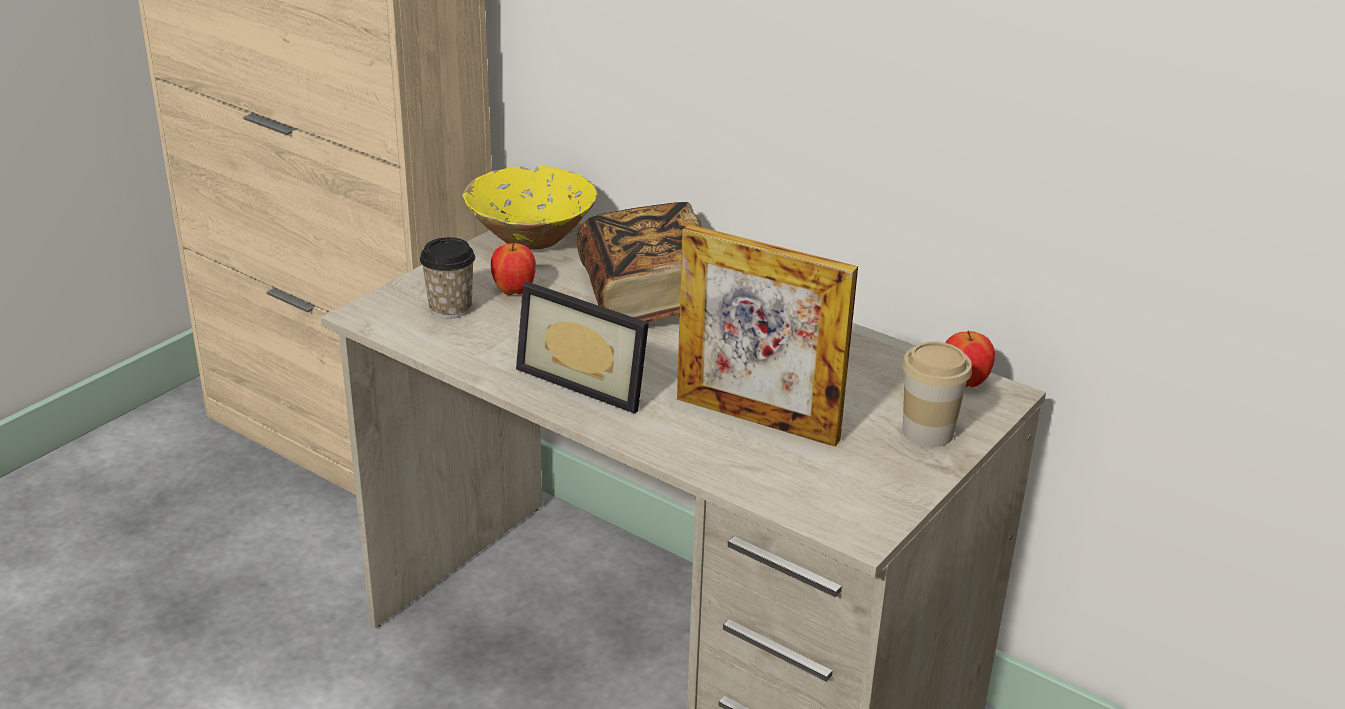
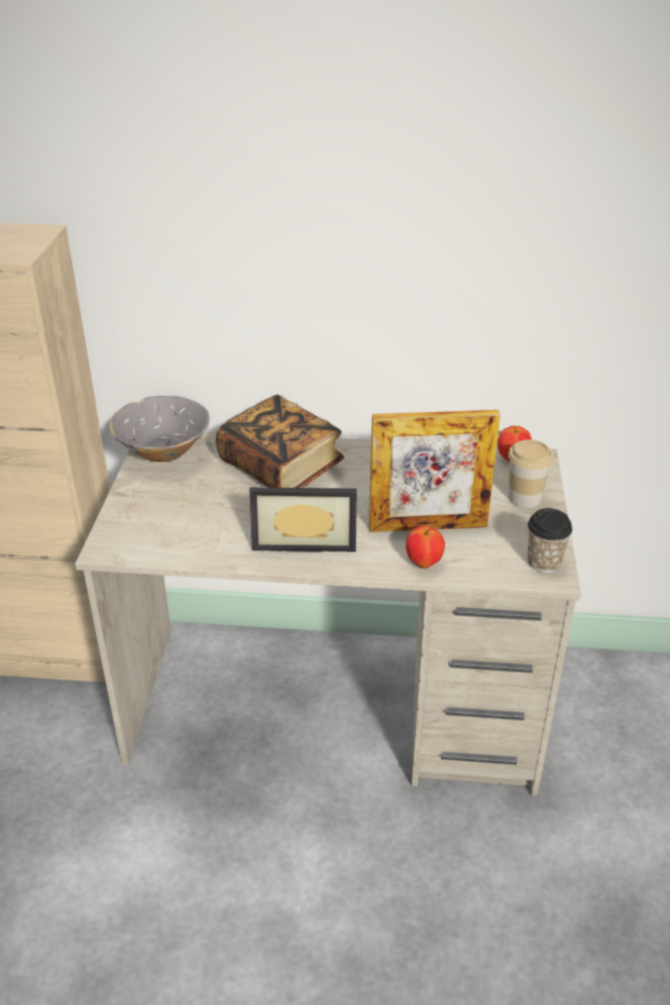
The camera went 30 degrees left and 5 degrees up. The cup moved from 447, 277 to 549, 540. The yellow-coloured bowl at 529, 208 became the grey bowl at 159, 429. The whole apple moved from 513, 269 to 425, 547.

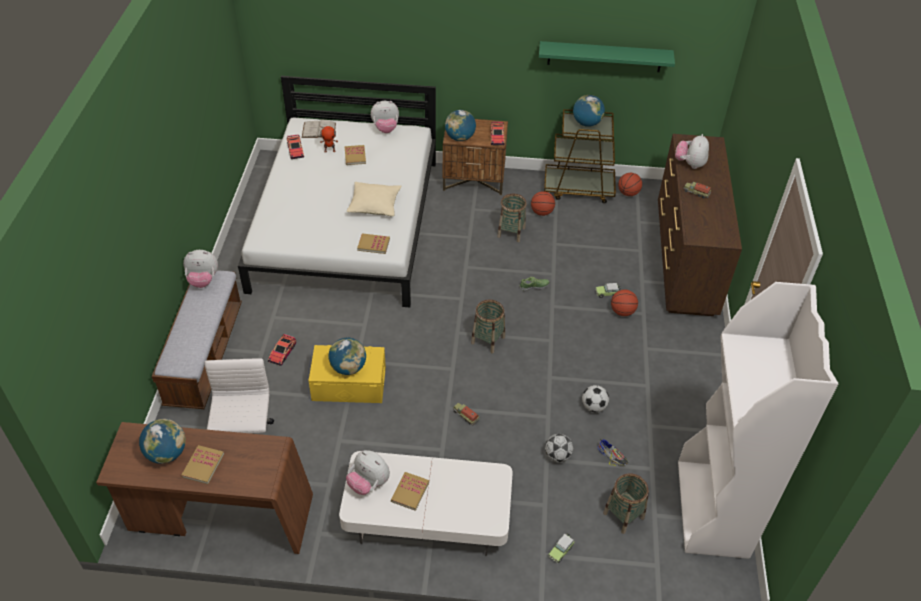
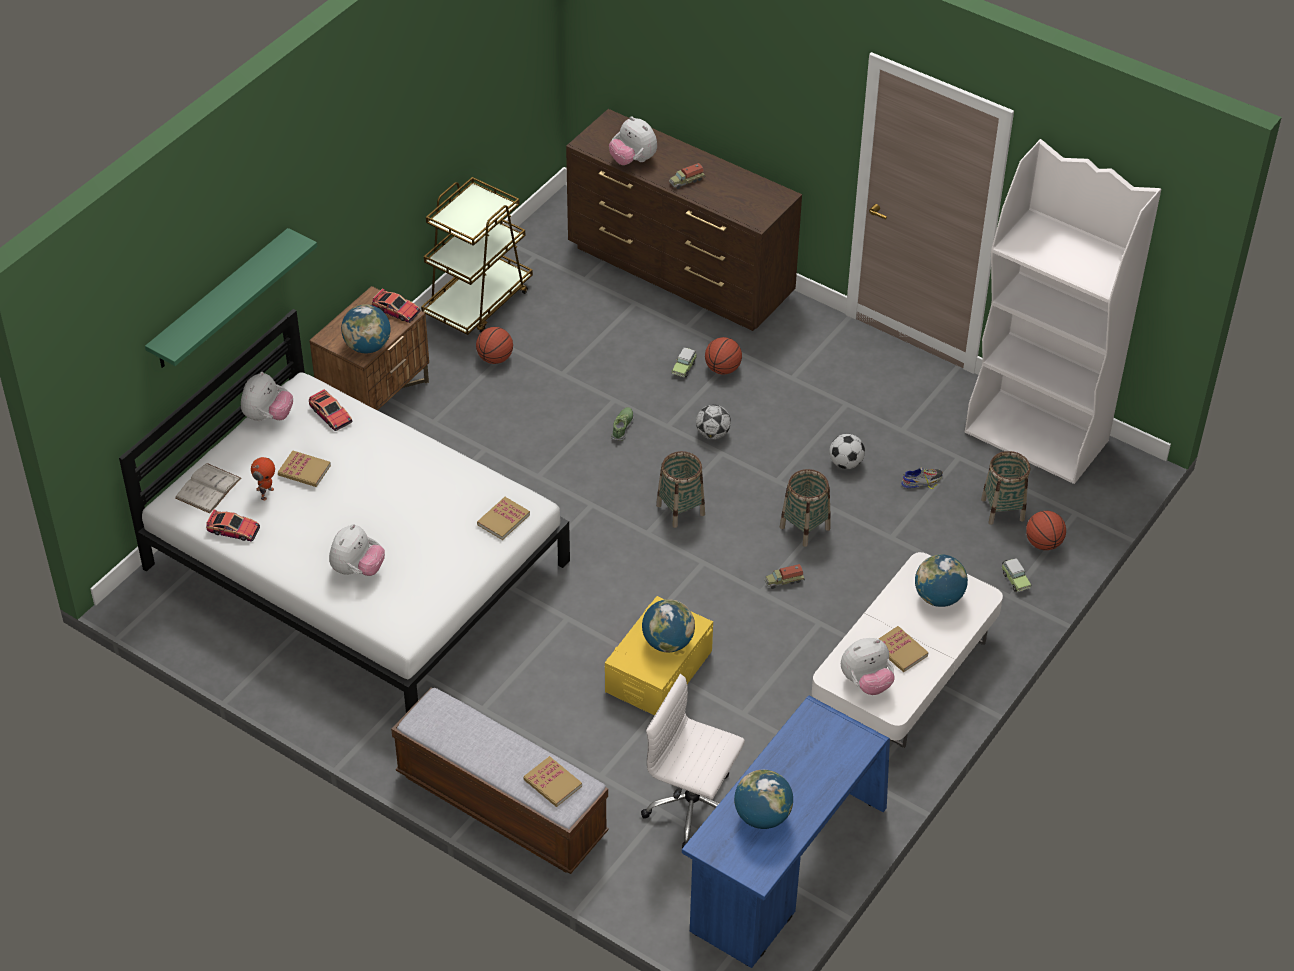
The camera went 60 degrees left and 0 degrees up. The brown desk unit at 204, 488 became the blue desk unit at 786, 832. The book moved from 202, 464 to 552, 781. The cuddly toy moved from 200, 269 to 357, 550. The miniature car moved from 282, 350 to 331, 410. The beige-coloured pillow at 374, 199 disappeared. The household basket moved from 512, 218 to 805, 508. The green bracket shelf moved from 607, 56 to 231, 298. The football ball moved from 559, 448 to 713, 422. The world globe moved from 589, 111 to 941, 580. The ball for basketball moved from 630, 184 to 1046, 530.

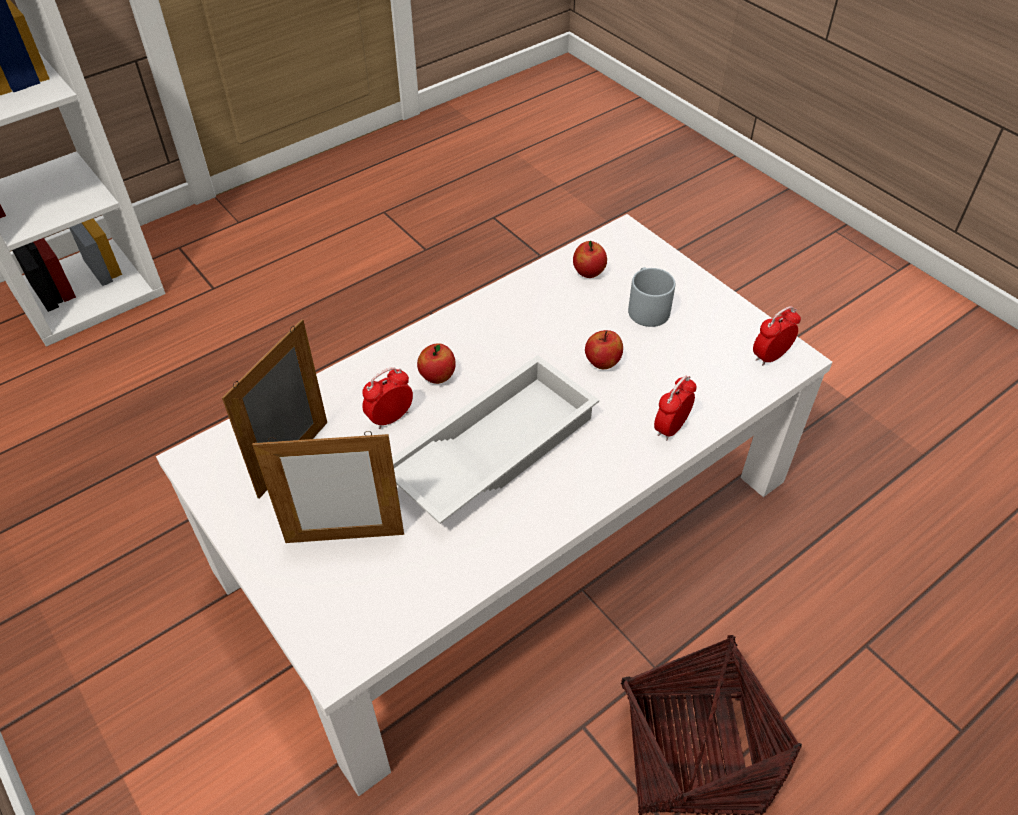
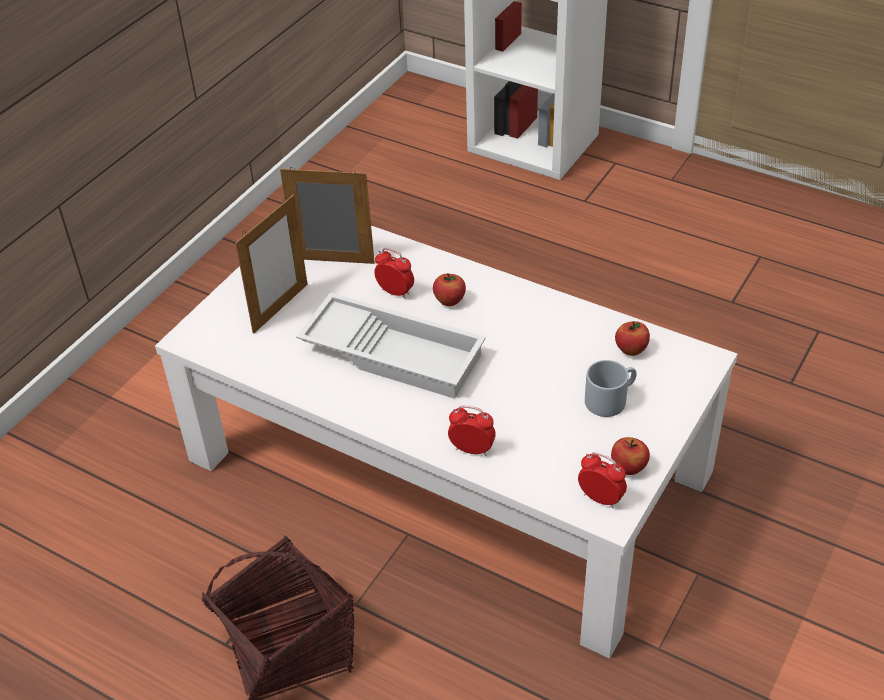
The camera went 70 degrees right and 5 degrees down. The photo frame at 328, 487 turned 120 degrees counterclockwise. The whole apple moved from 604, 349 to 630, 456.

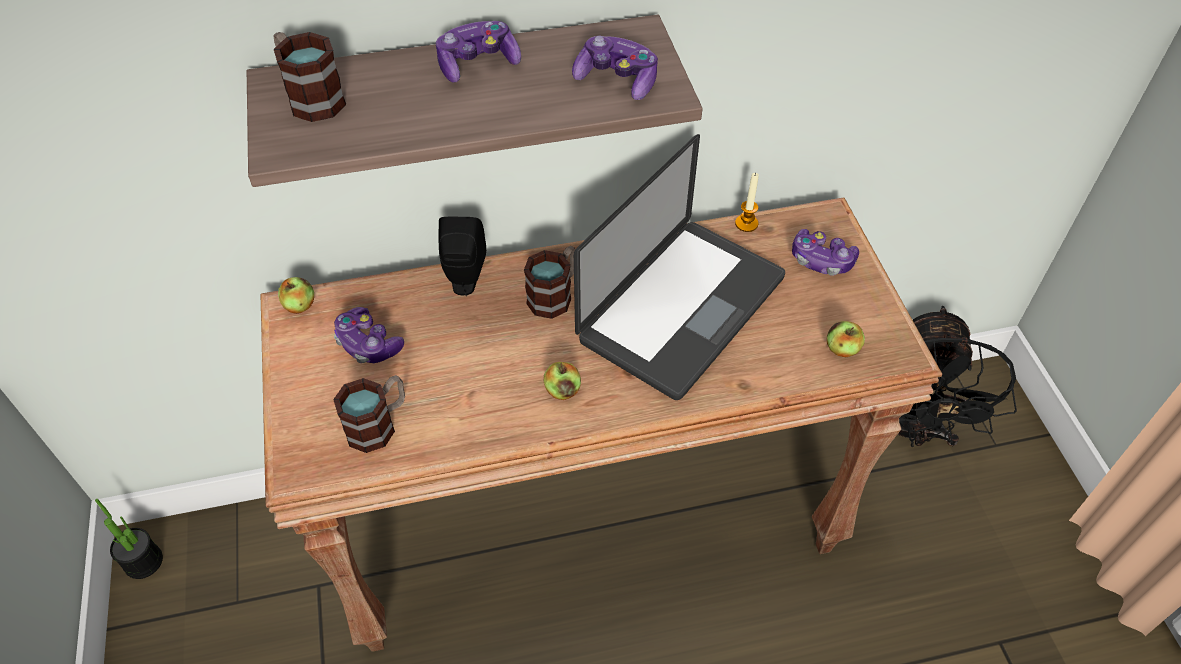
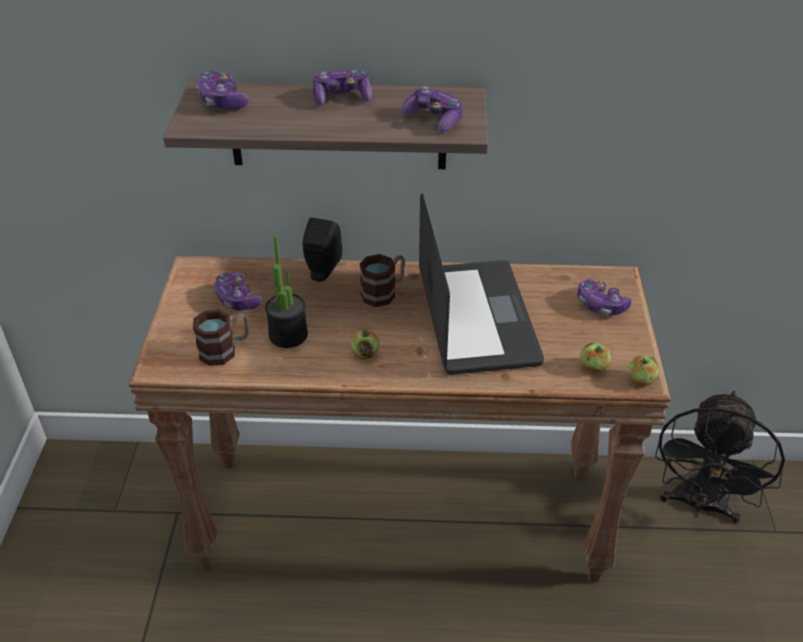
The camera went 15 degrees right and 10 degrees down. The plant in a pot moved from 129, 539 to 286, 291. The coffee mug at 309, 77 was replaced by the joypad at 222, 90. The whole apple moved from 296, 295 to 643, 370. The notebook computer at 679, 267 turned 60 degrees counterclockwise. The wax candle at 747, 202 disappeared.

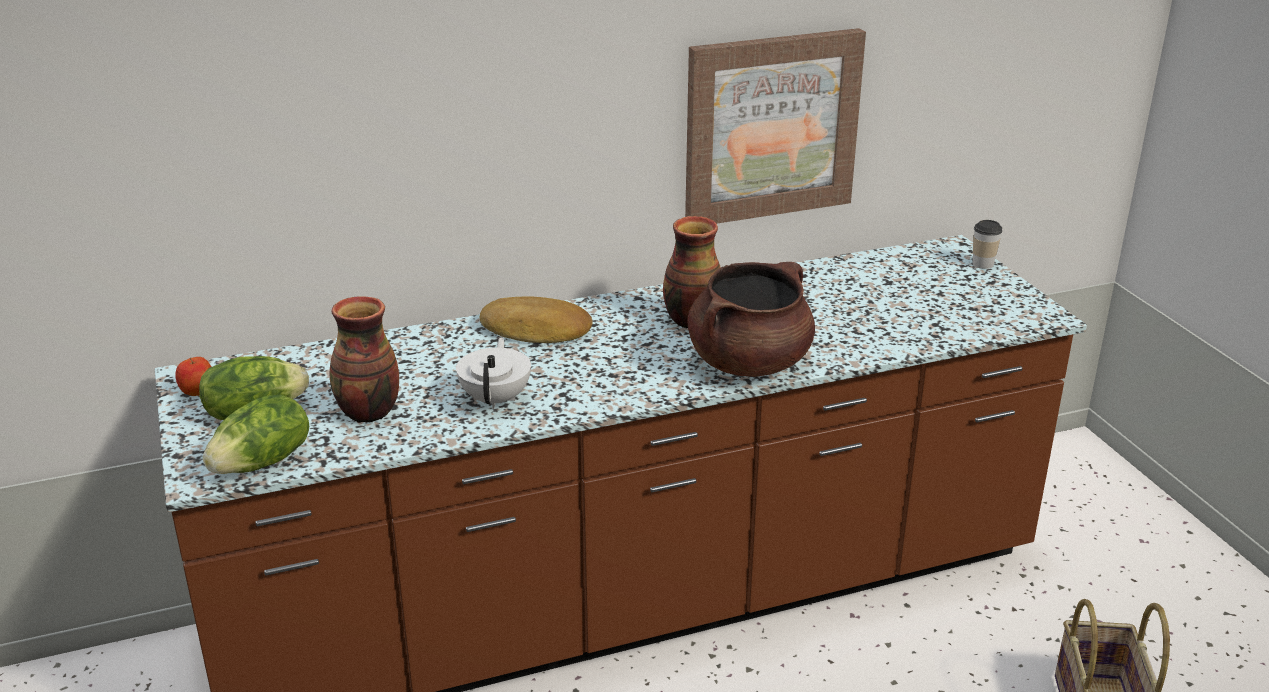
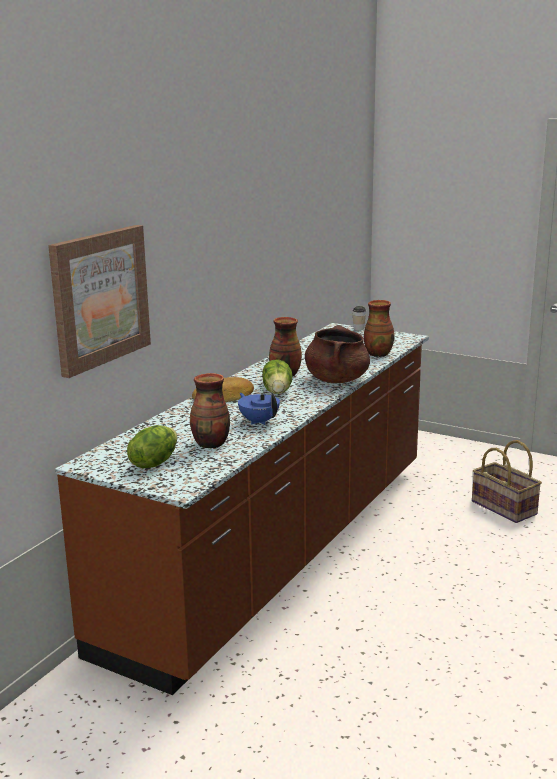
The camera went 40 degrees left and 10 degrees down. The whole apple at 193, 376 disappeared. The lettuce moved from 256, 434 to 277, 376. The white-coloured tea pot at 493, 373 became the blue tea pot at 259, 409. The wall art moved from 775, 126 to 99, 301. The vase at 379, 328 appeared.

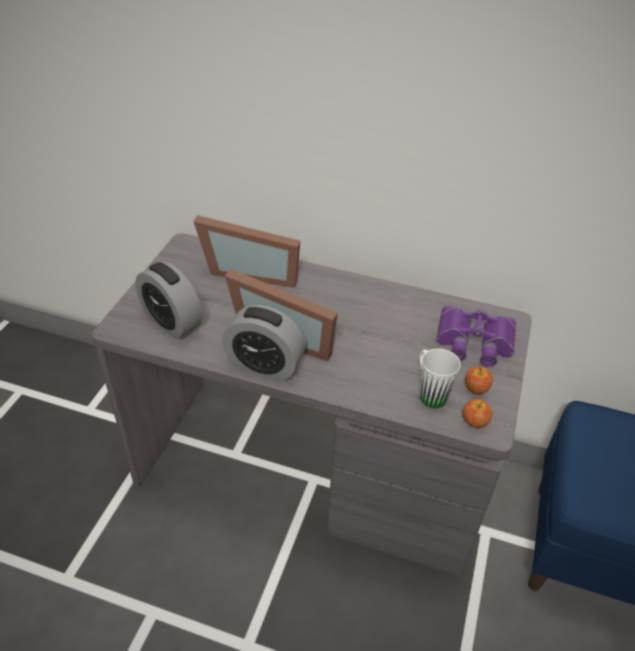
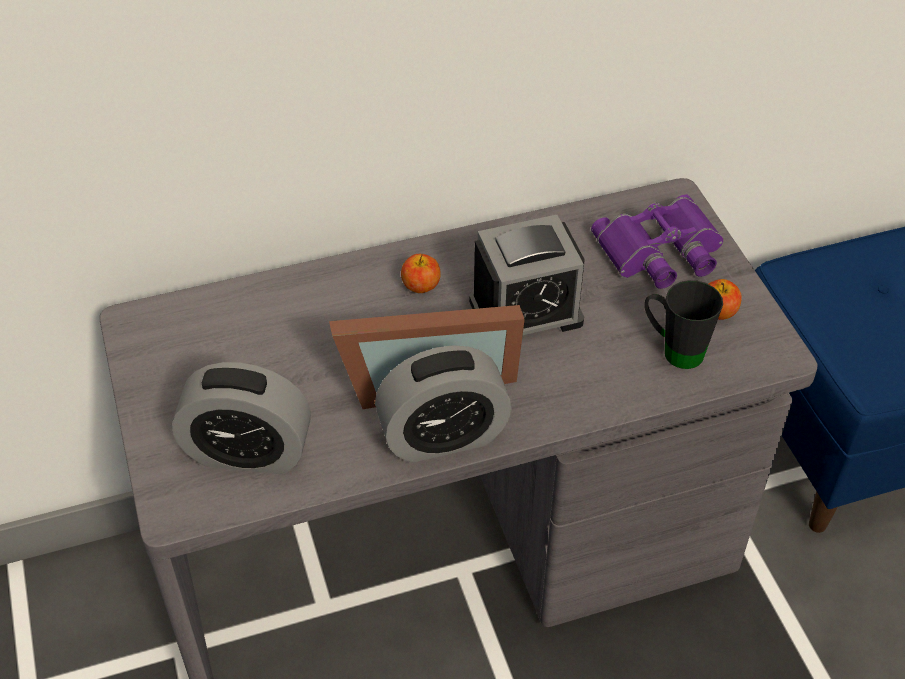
The camera went 35 degrees left and 5 degrees up. The photo frame at 247, 251 disappeared. The white-coloured coffee mug at 440, 378 became the black coffee mug at 683, 324. The whole apple moved from 477, 413 to 421, 273. The alarm clock at 527, 275 appeared.

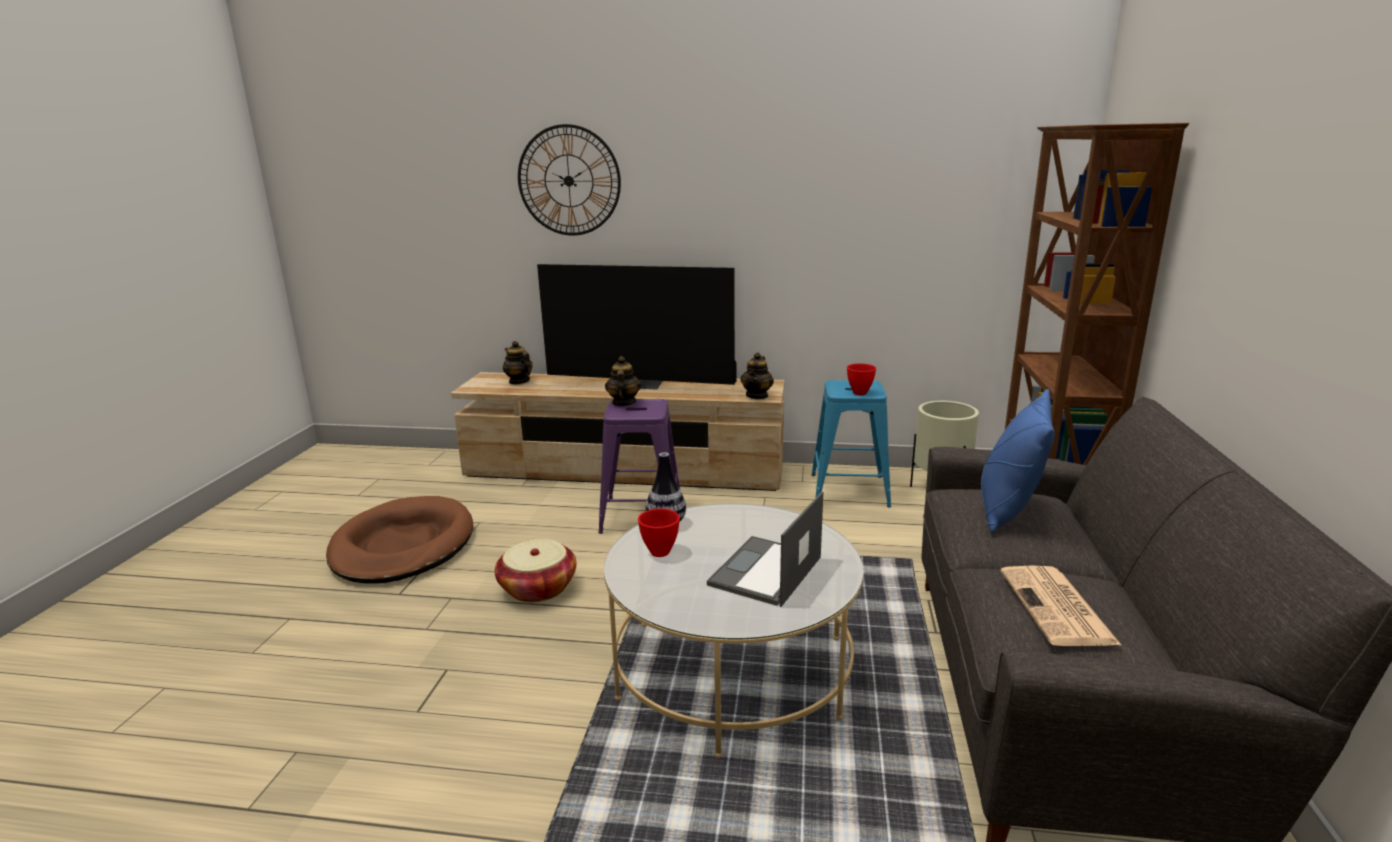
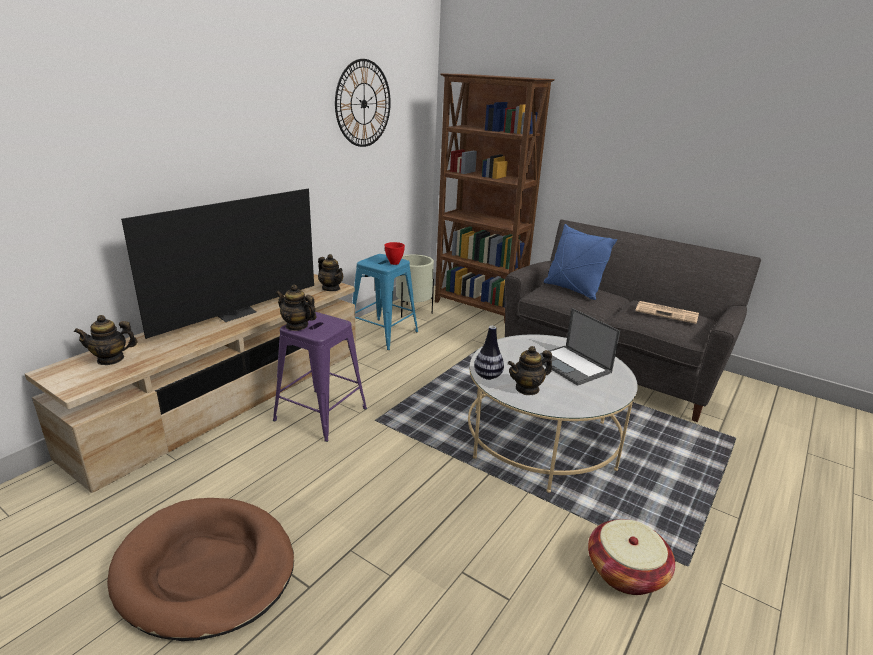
The camera went 65 degrees left and 5 degrees up. The household basket moved from 535, 570 to 631, 557. The wall clock moved from 569, 180 to 363, 103. The red-coloured bowl at 659, 532 was replaced by the tea pot at 530, 370.

